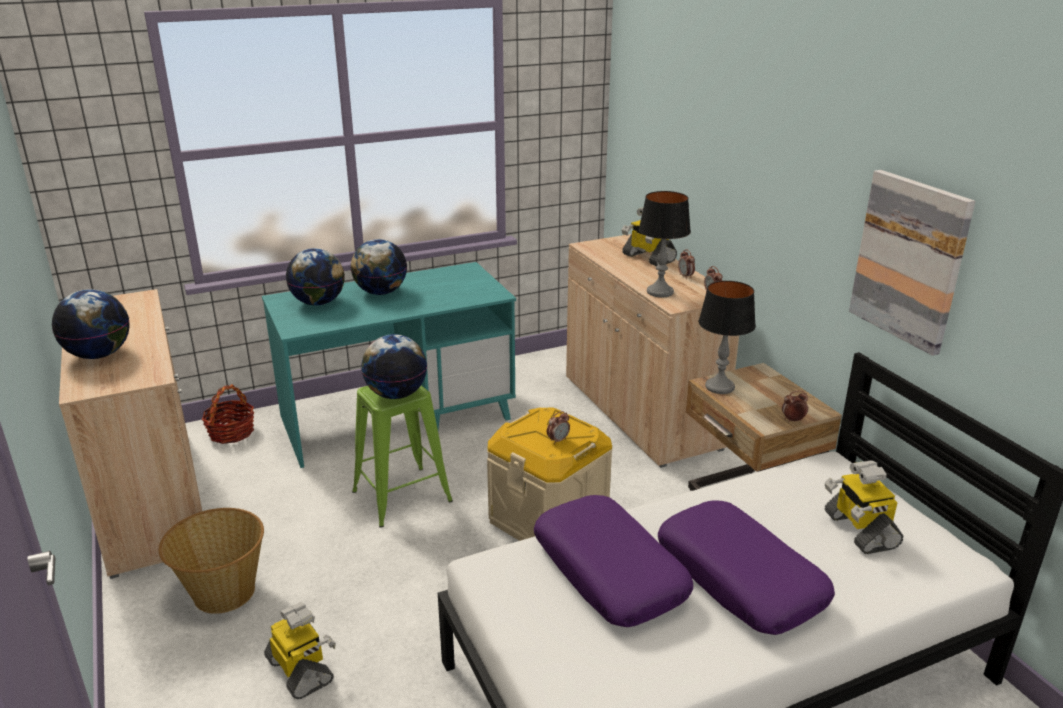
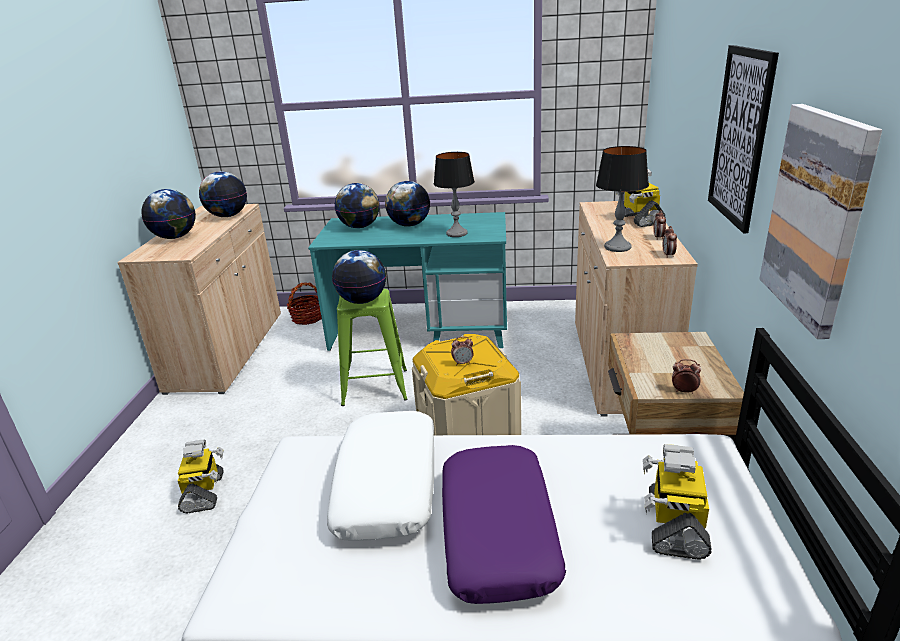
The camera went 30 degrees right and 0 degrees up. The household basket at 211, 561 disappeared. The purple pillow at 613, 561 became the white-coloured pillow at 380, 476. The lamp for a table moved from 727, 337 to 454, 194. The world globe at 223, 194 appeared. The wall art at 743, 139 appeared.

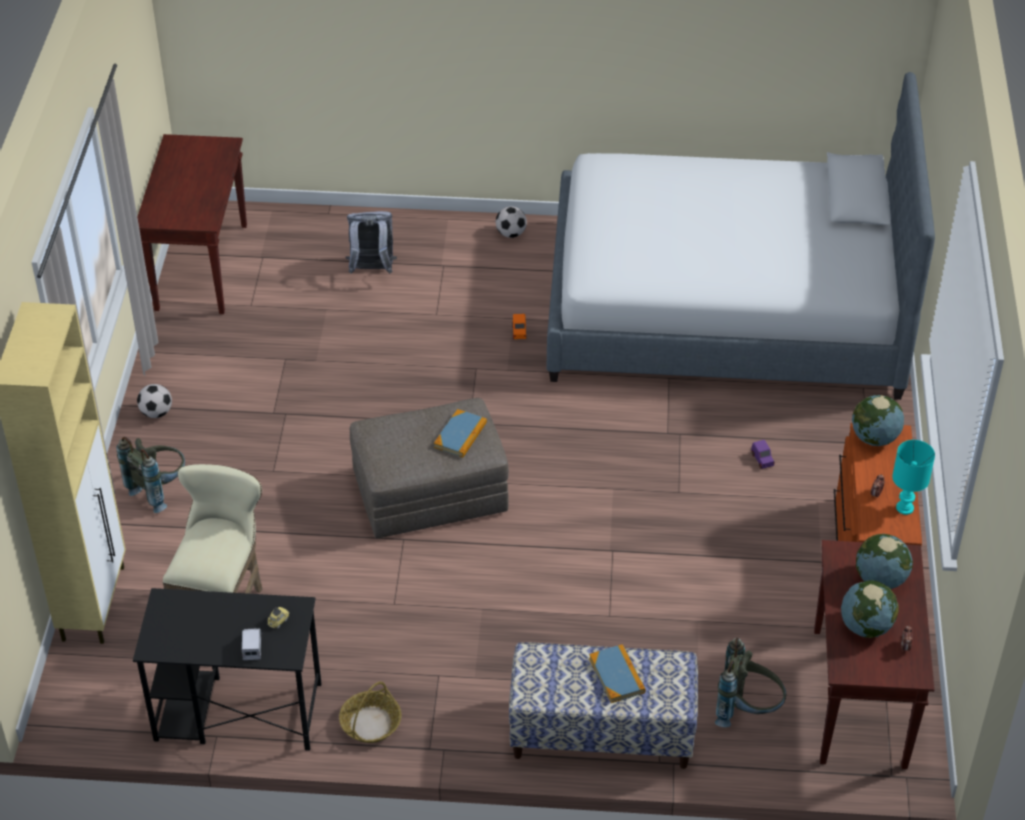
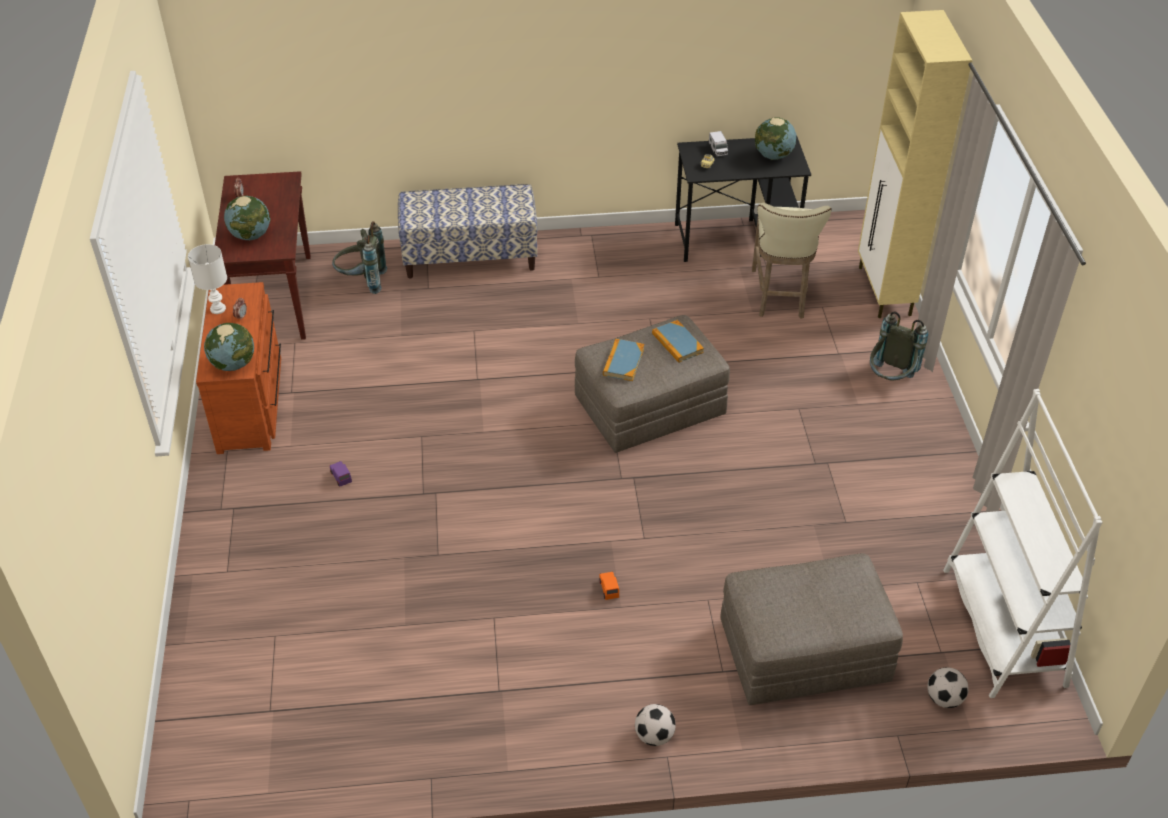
The camera went 170 degrees right and 0 degrees up. The brown hall table at 192, 224 was replaced by the white-coloured bookcase at 1023, 543. The football ball moved from 154, 401 to 948, 687. The household basket at 370, 712 disappeared. The grey knapsack at 371, 242 was replaced by the grey pouffe at 812, 629. The bed at 741, 236 disappeared. The book moved from 617, 673 to 678, 341. The world globe moved from 870, 609 to 775, 138. The blue-green lamp for a table at 913, 477 became the white-coloured lamp for a table at 207, 279.

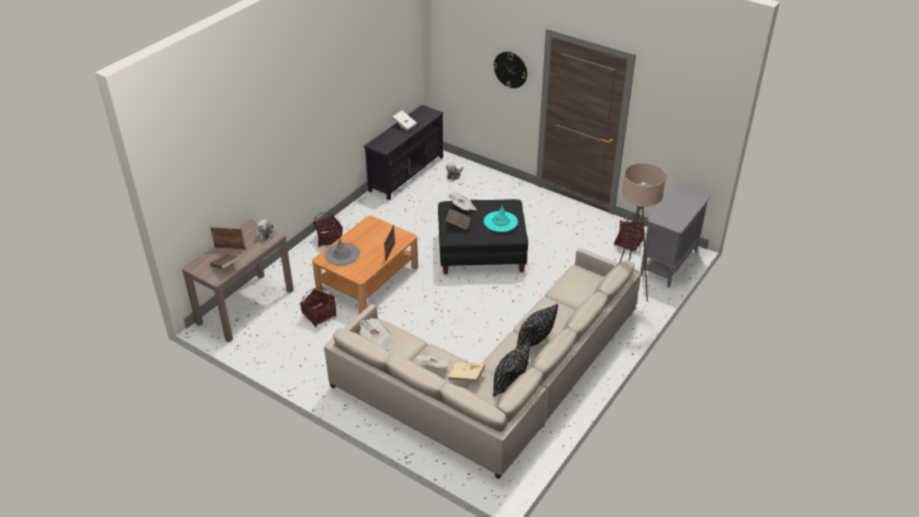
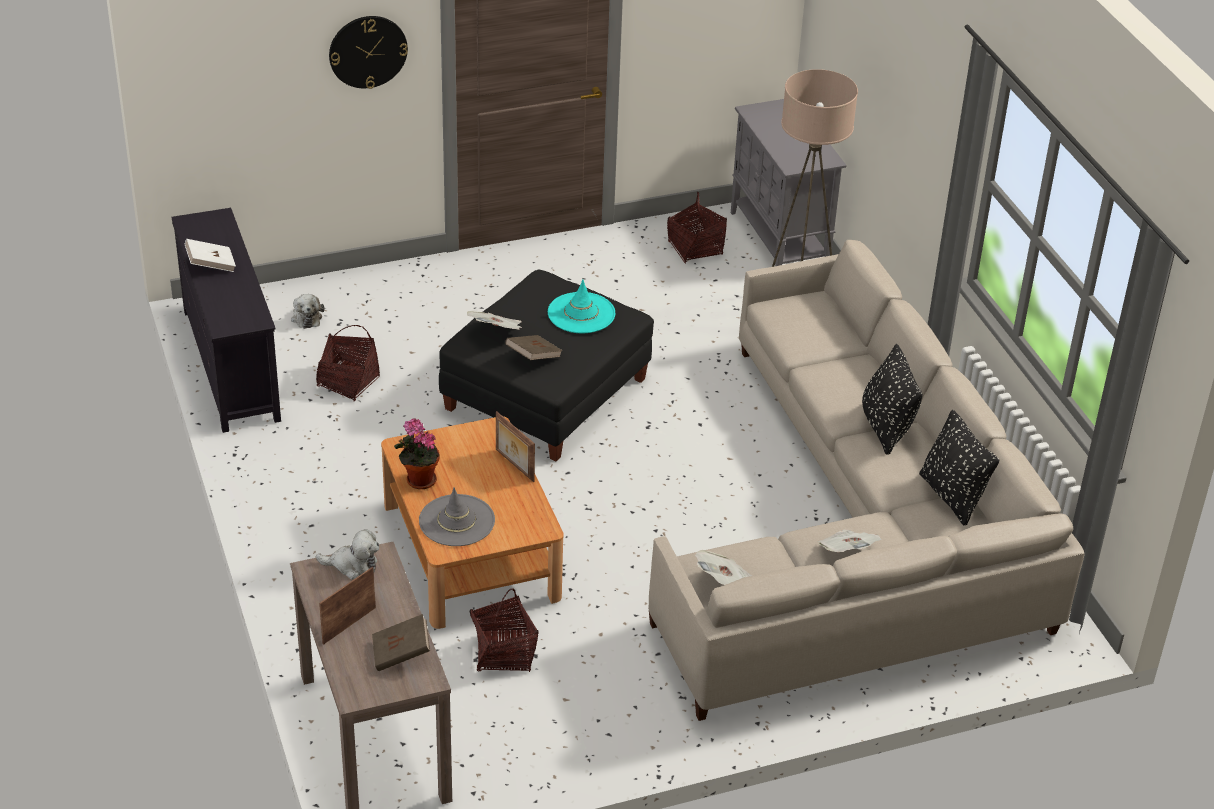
The camera went 55 degrees left and 0 degrees up. The household basket moved from 328, 230 to 348, 363. The beige-coloured book at 466, 372 disappeared. The plant in a pot at 417, 453 appeared.

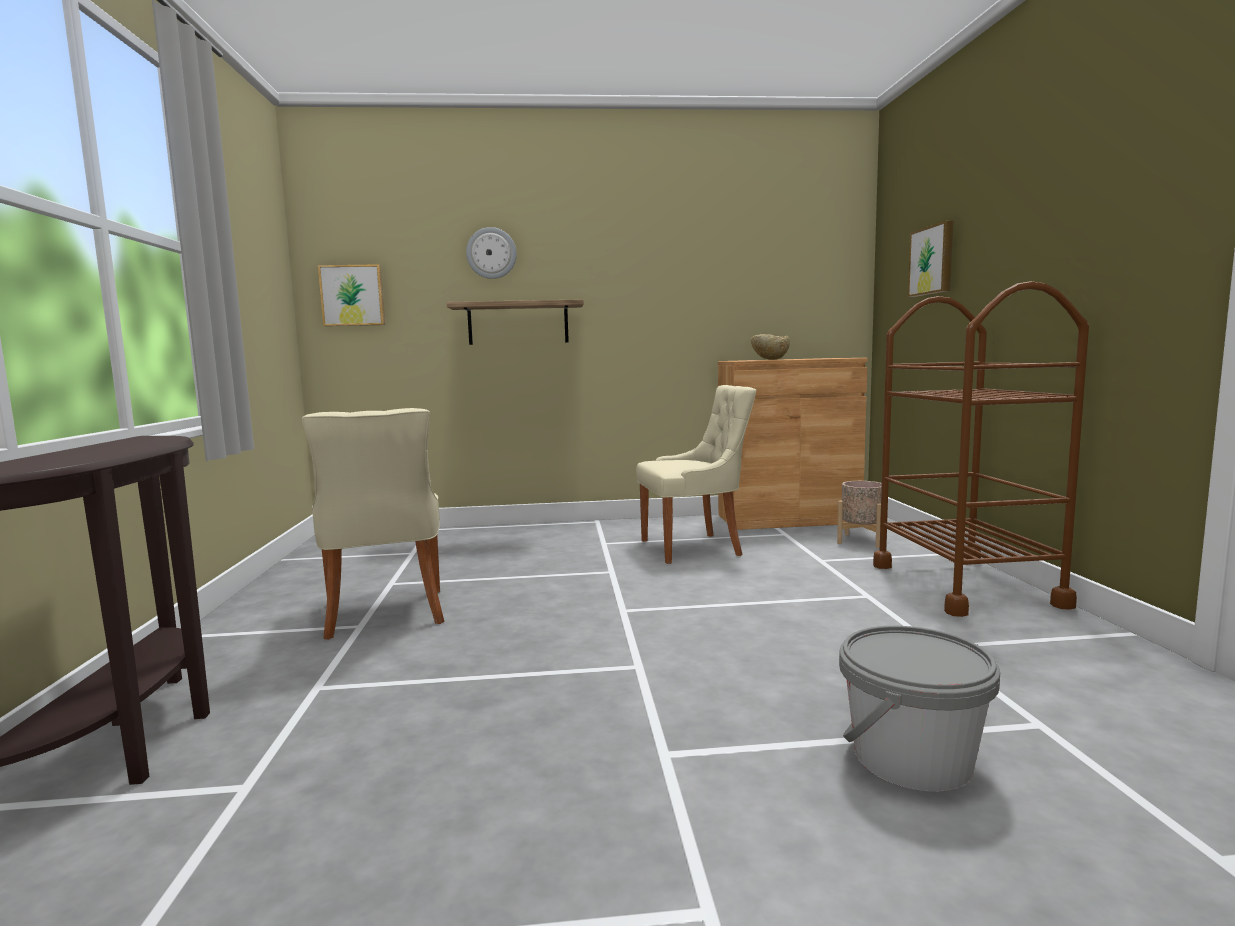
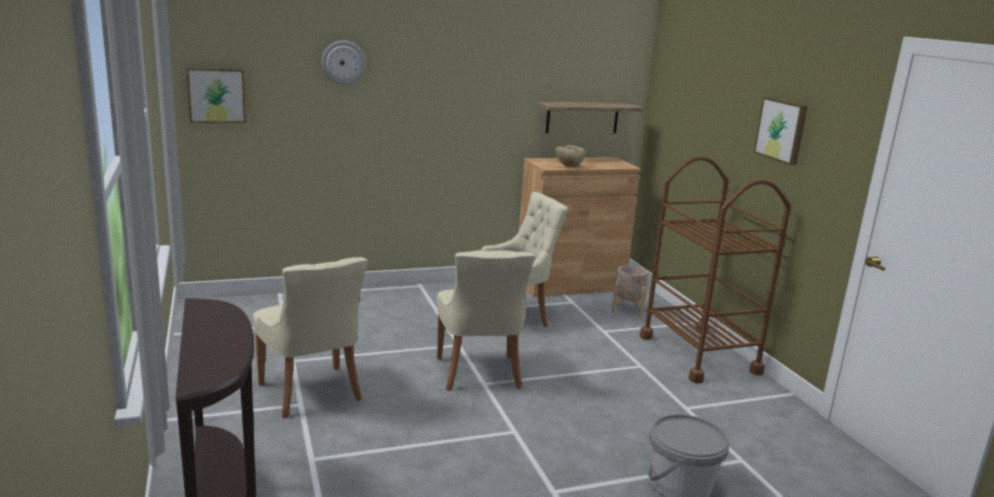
The camera went 15 degrees left and 10 degrees up. The bracket shelf moved from 515, 322 to 590, 117. The wall art moved from 930, 259 to 781, 131. The beige-coloured upright chair at 486, 321 appeared.

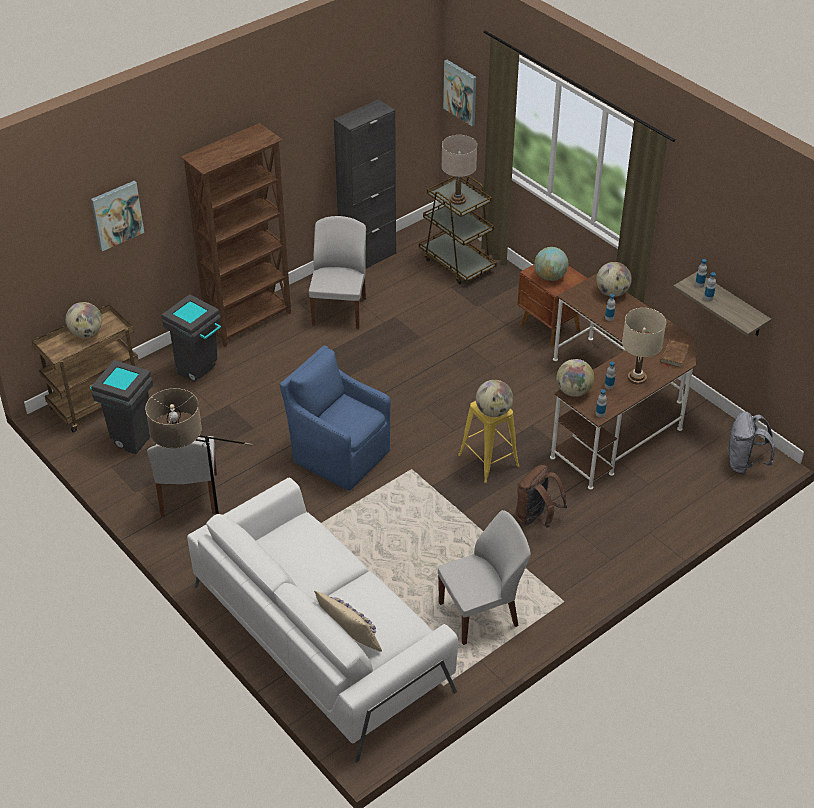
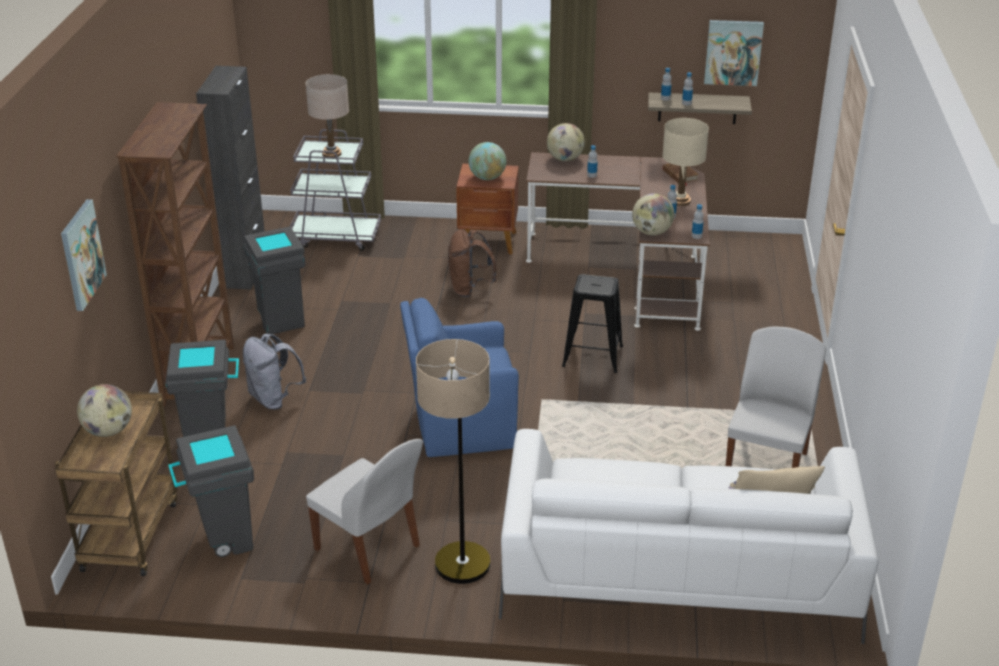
The camera went 45 degrees left and 10 degrees down. The white-coloured upright chair at 337, 272 was replaced by the grey waste bin at 274, 280. The brown trolley at 458, 230 became the grey trolley at 335, 190. The wall art moved from 459, 93 to 734, 53. The yellow-coloured stool seat at 488, 442 became the black stool seat at 592, 323. The world globe at 494, 398 disappeared. The brown knapsack moved from 541, 496 to 472, 263. The grey knapsack moved from 751, 443 to 274, 372.

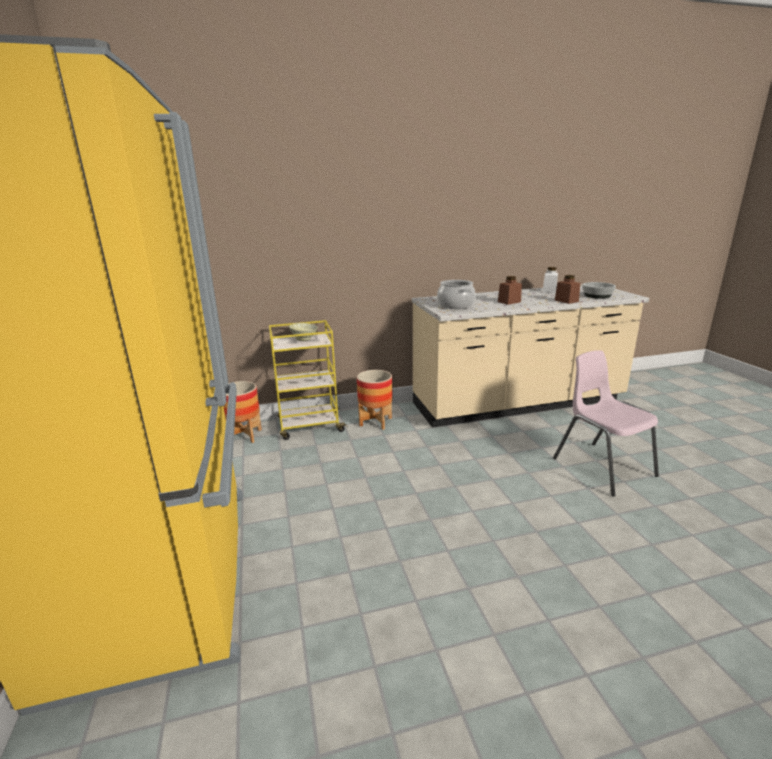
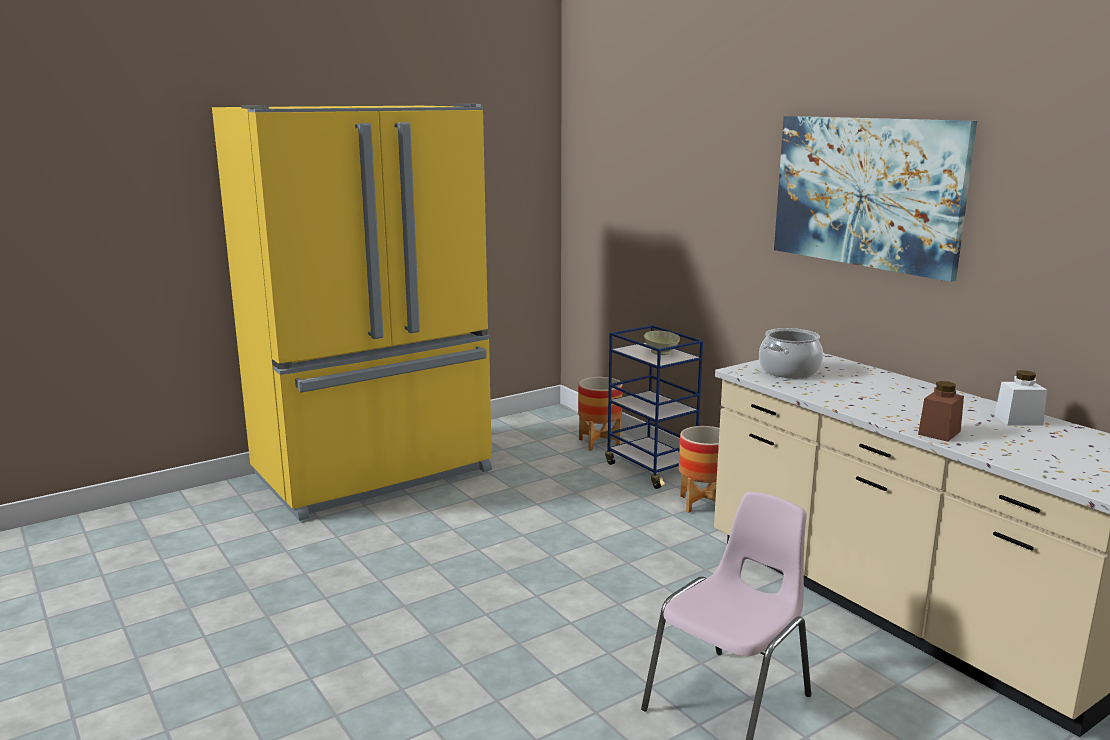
The camera went 70 degrees right and 5 degrees down. The yellow-coloured trolley at 308, 380 became the blue trolley at 654, 407. The brown preserve jar at 510, 290 disappeared. The bowl at 599, 290 disappeared. The wall art at 875, 199 appeared.

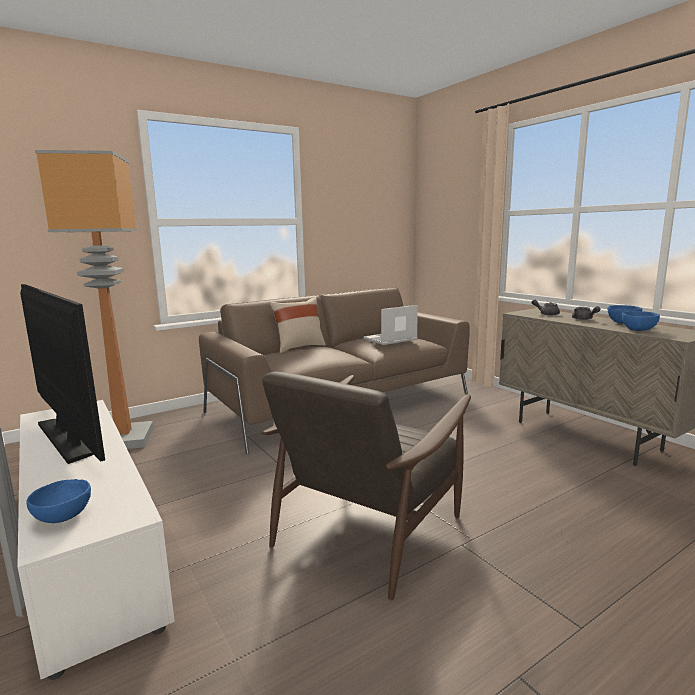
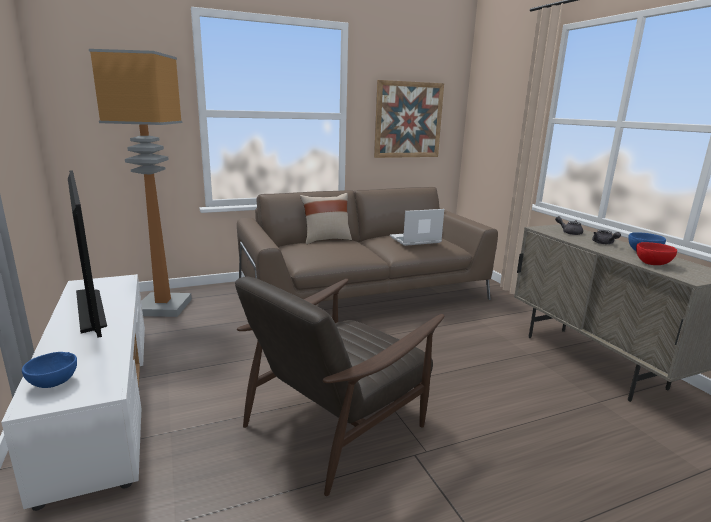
The camera went 10 degrees right and 5 degrees up. The blue bowl at 641, 321 became the red-coloured bowl at 656, 253. The wall art at 409, 119 appeared.

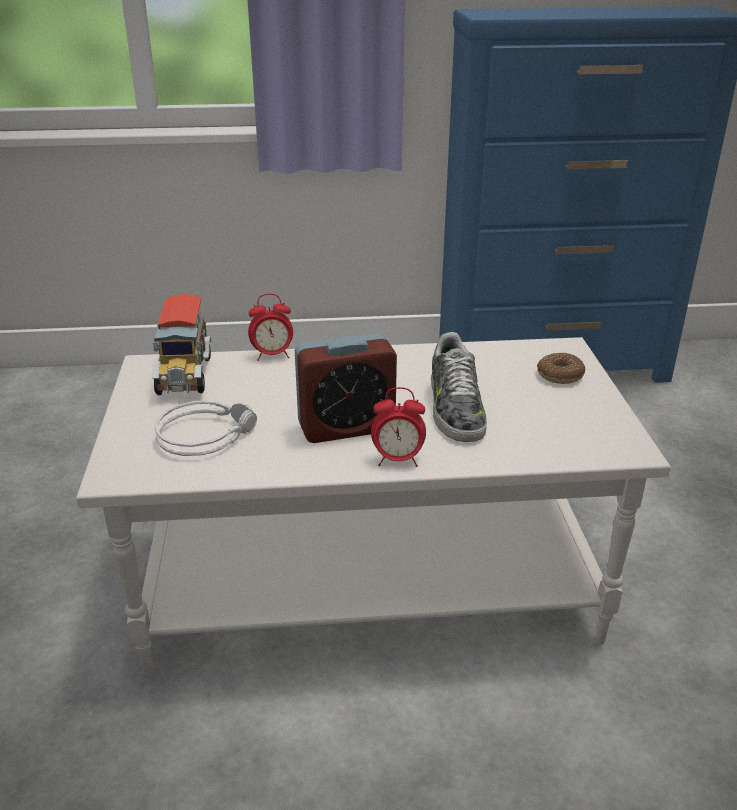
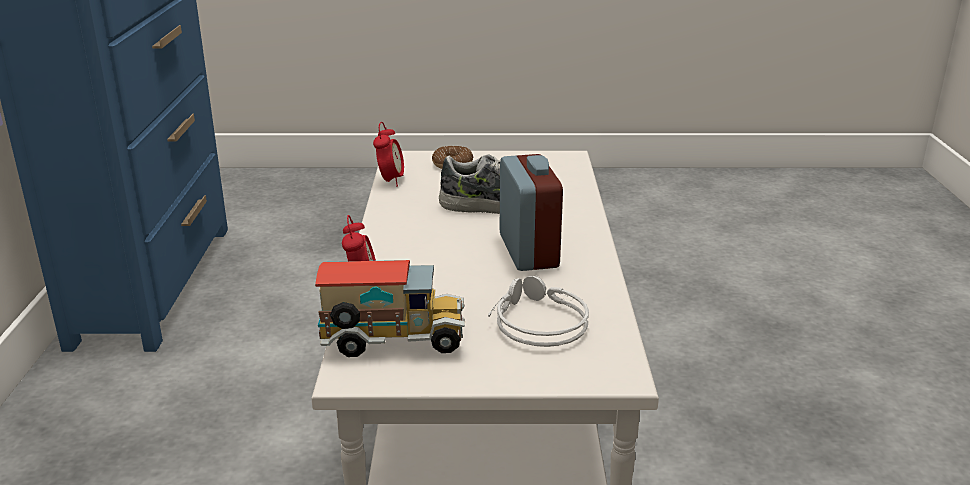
The camera went 85 degrees left and 5 degrees down. The alarm clock moved from 398, 427 to 388, 154.

